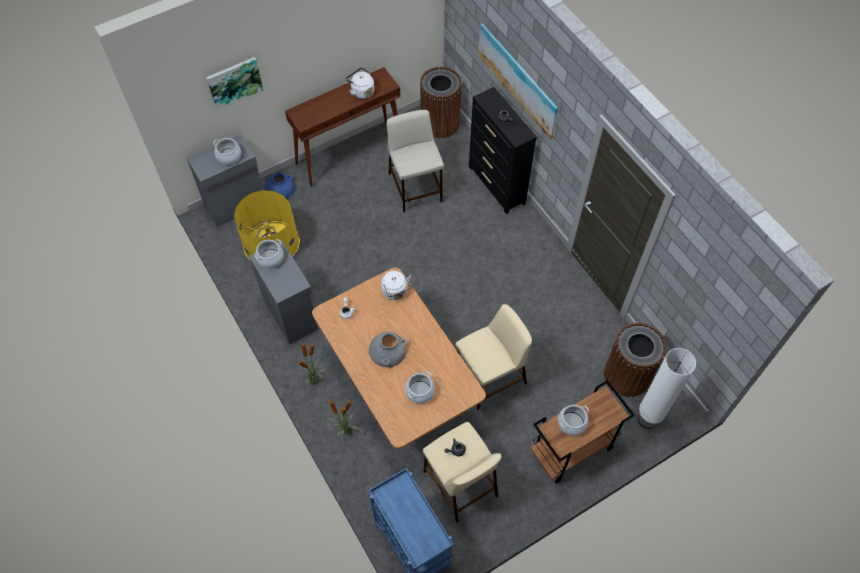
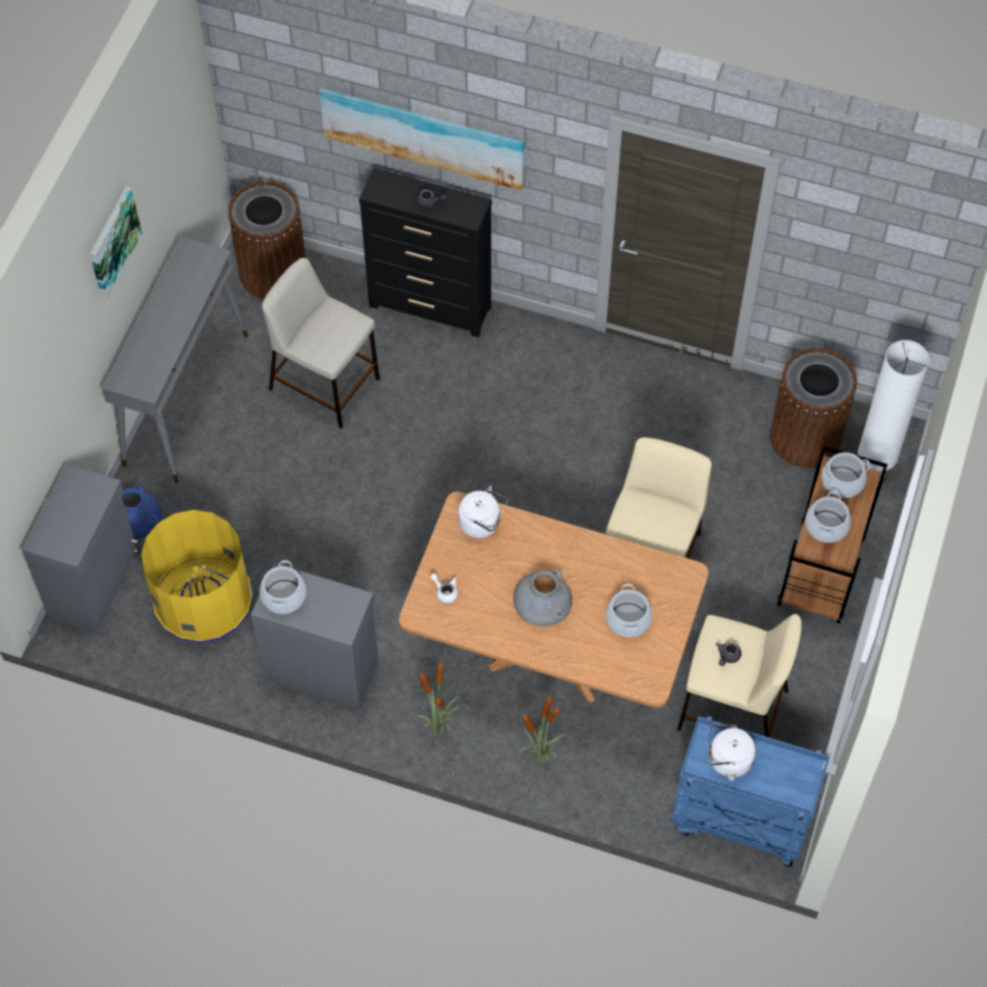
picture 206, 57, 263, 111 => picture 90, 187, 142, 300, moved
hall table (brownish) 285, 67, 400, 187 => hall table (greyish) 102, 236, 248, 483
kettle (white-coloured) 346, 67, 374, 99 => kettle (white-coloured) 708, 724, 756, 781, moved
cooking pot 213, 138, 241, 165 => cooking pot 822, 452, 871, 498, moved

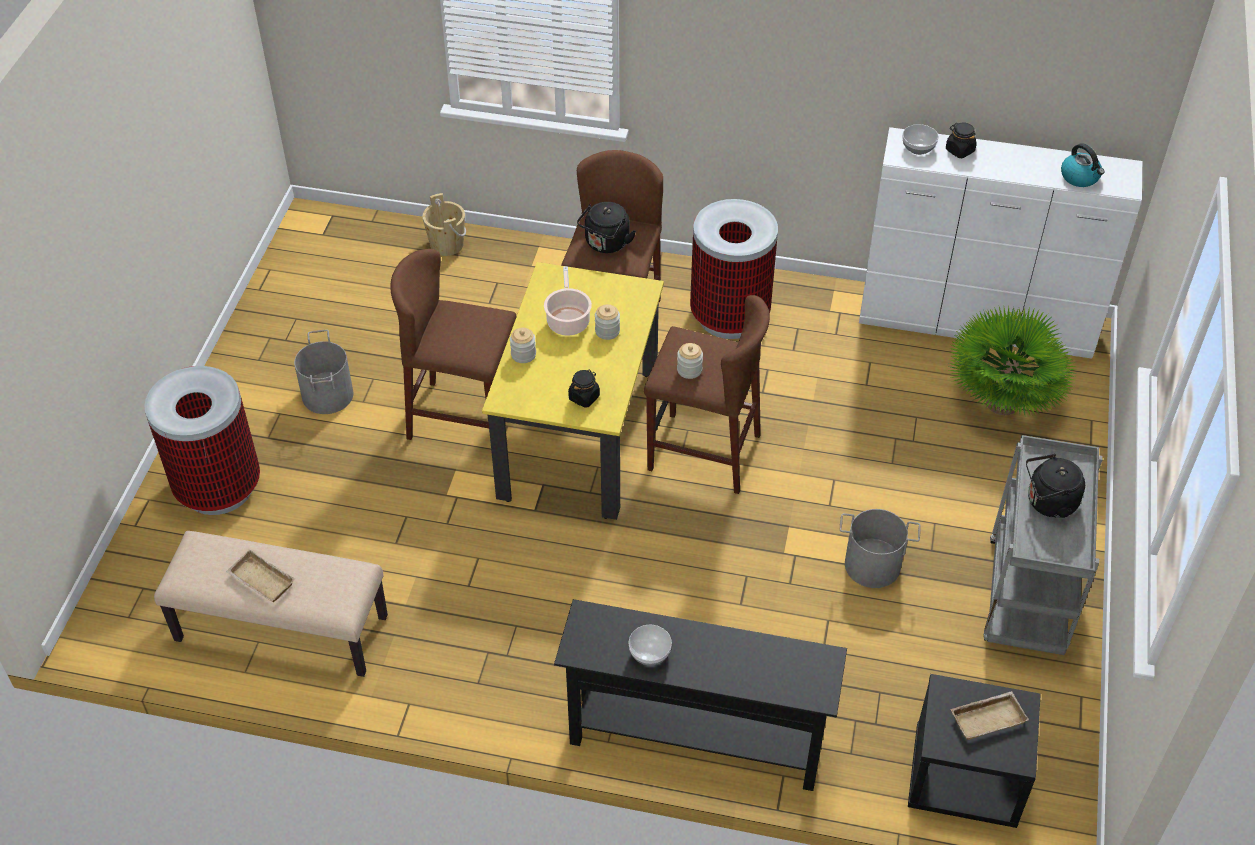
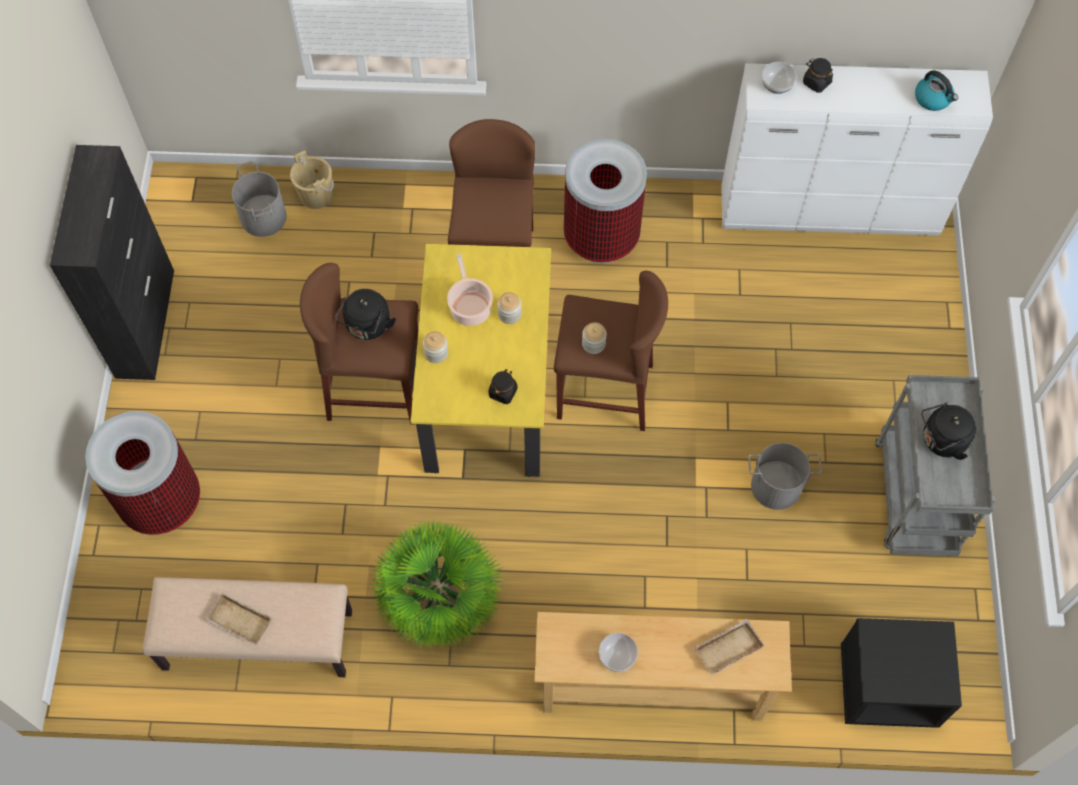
kettle (blackish) 577, 202, 636, 253 => kettle (blackish) 335, 289, 396, 340, moved
potted plant 949, 307, 1077, 415 => potted plant 371, 520, 504, 650, moved
bucket (greyish) 294, 330, 353, 414 => bucket (greyish) 232, 161, 287, 237, moved
hall table (blackish) 554, 599, 847, 791 => hall table (beige) 534, 612, 792, 721
tray (beige) 950, 691, 1029, 740 => tray (beige) 694, 619, 764, 675, moved
nothing => storage cabinet (blackish) 50, 145, 174, 380

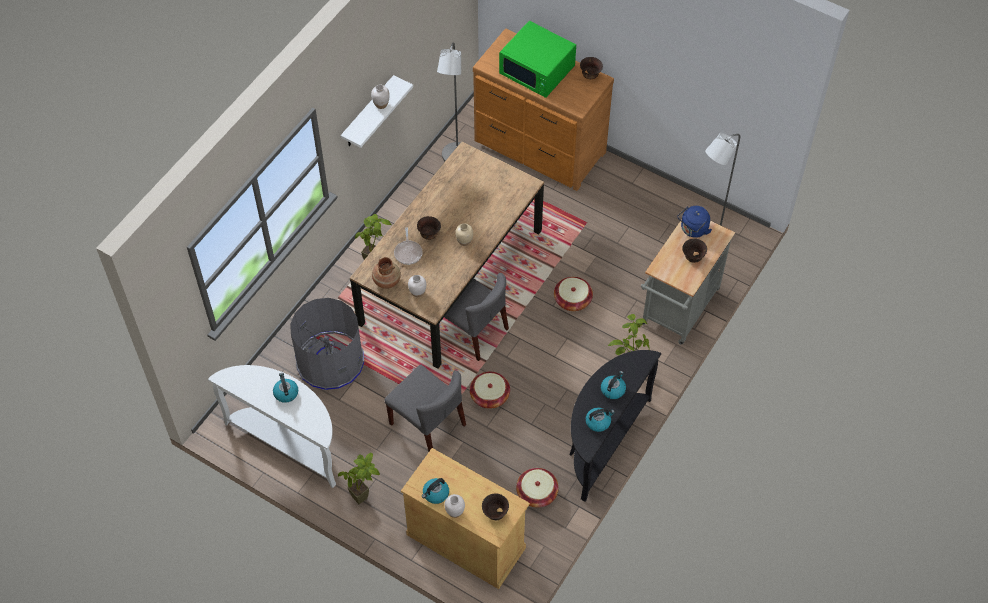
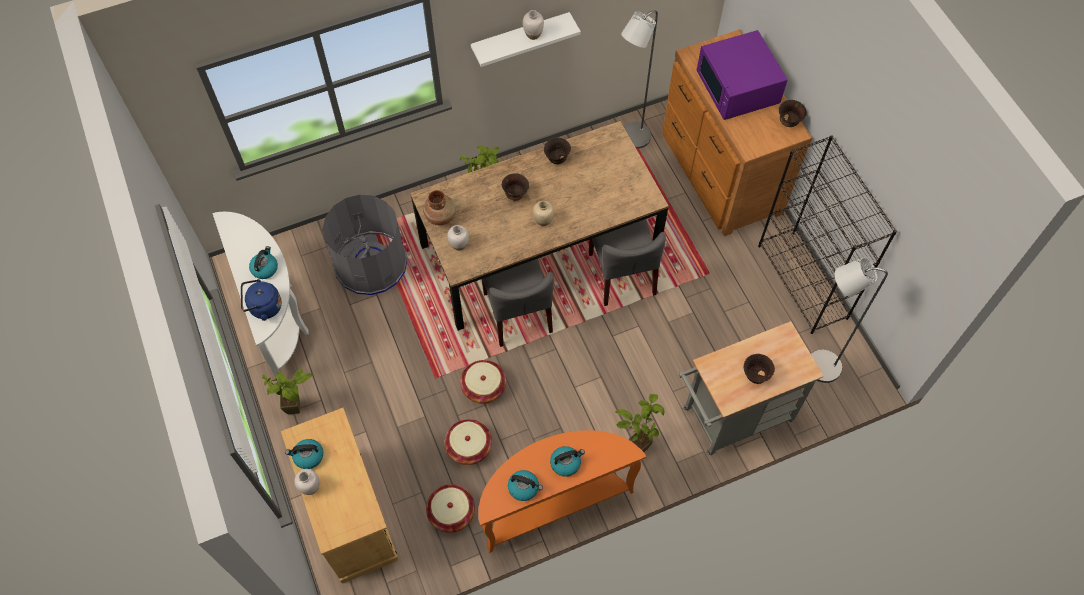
microwave (green-coloured) 499, 21, 576, 98 => microwave (purplish) 697, 30, 787, 120
kettle (blue-coloured) 677, 206, 712, 238 => kettle (blue-coloured) 241, 279, 282, 321, moved
skillet 394, 227, 422, 265 => nothing
basket 554, 277, 593, 311 => basket 445, 419, 492, 465, moved
hall table (blackish) 570, 350, 661, 502 => hall table (orange) 478, 430, 646, 553
upright chair (greyish) 385, 365, 466, 451 => upright chair (greyish) 589, 219, 666, 306, moved
deep dish (brownish) 482, 493, 509, 520 => deep dish (brownish) 544, 137, 571, 164, moved
nothing => bookshelf (blackish) 758, 135, 897, 334

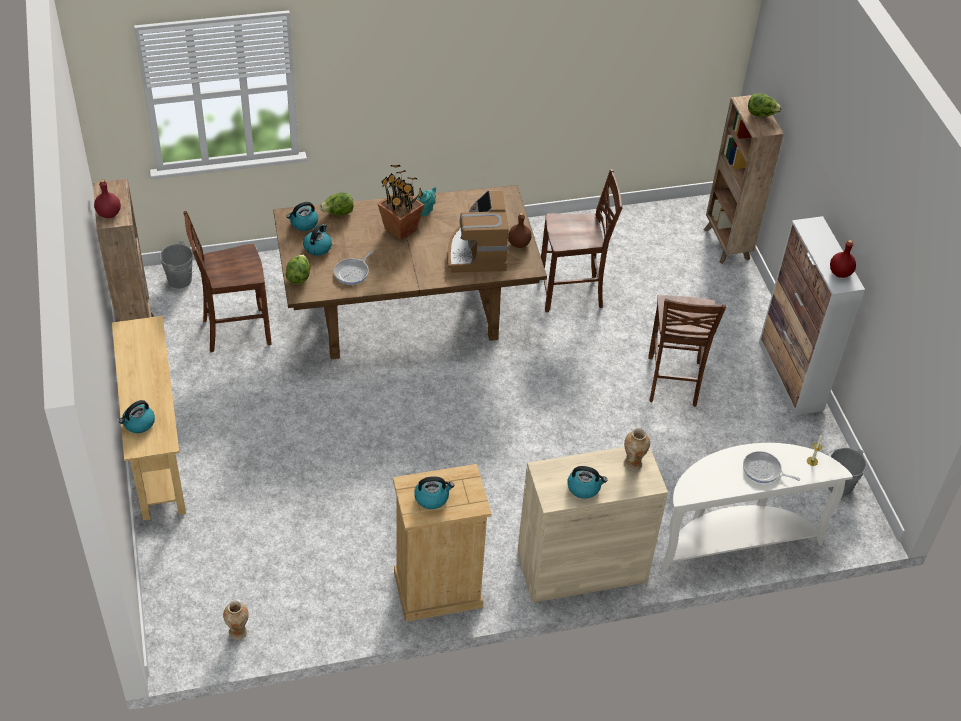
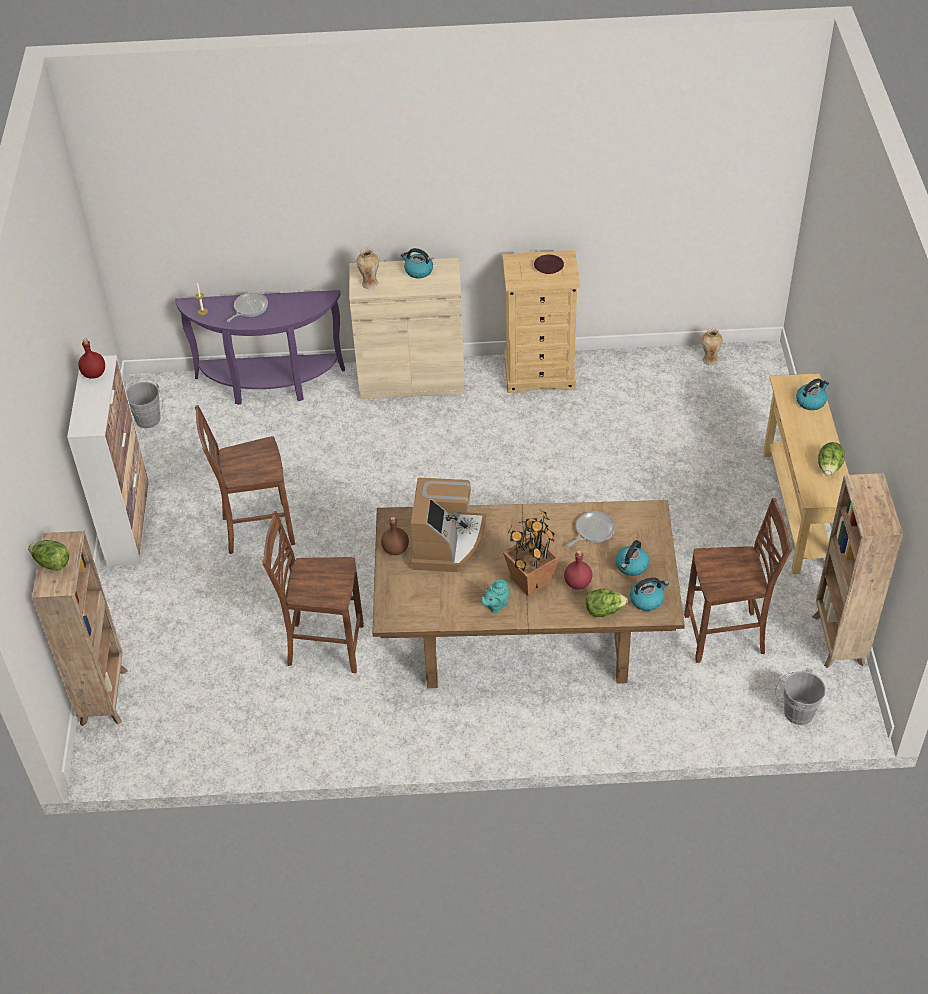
drink bottle (red-coloured) 94, 179, 121, 218 => drink bottle (red-coloured) 564, 550, 593, 590, moved
lettuce head 285, 254, 310, 284 => lettuce head 818, 442, 845, 476, moved
upright chair (brownish) 648, 295, 726, 407 => upright chair (brownish) 195, 405, 295, 554, 120 degrees counterclockwise
hall table (white-coloured) 660, 443, 853, 574 => hall table (purplish) 175, 290, 345, 405
skillet 743, 451, 800, 483 => skillet 227, 292, 268, 322, 90 degrees counterclockwise
kettle 414, 476, 454, 509 => plate (brownish) 534, 255, 564, 274

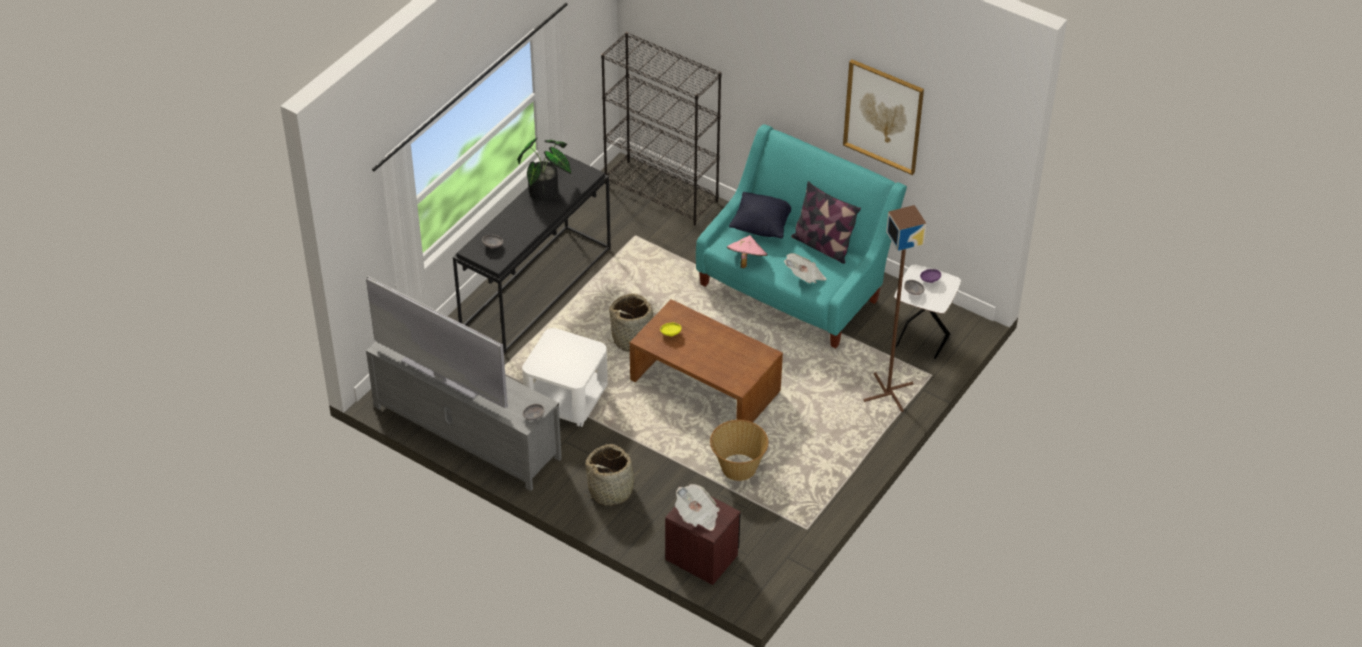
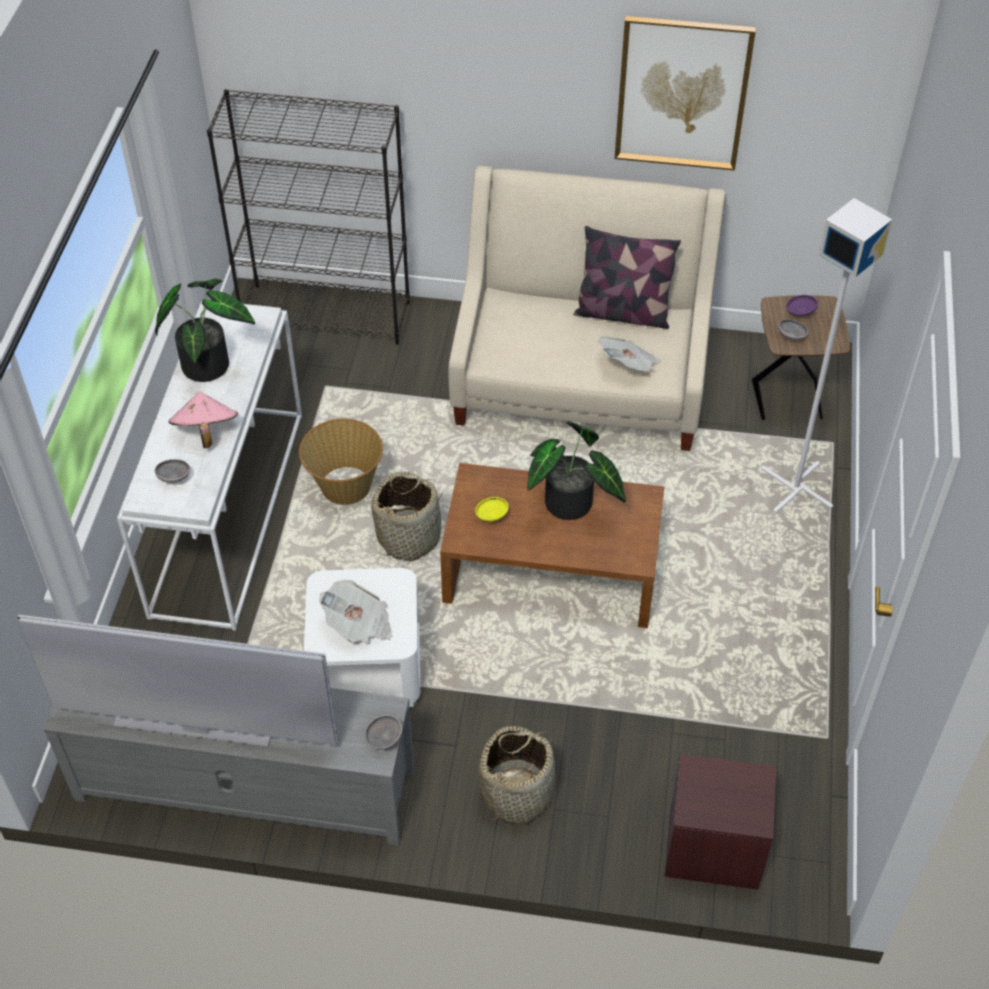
settee (blue-green) 696, 124, 907, 349 => settee (beige) 448, 166, 725, 451
hall table (blackish) 453, 154, 611, 353 => hall table (white-coloured) 117, 302, 302, 631
cushion (blackish) 729, 192, 791, 239 => nothing
floor lamp (brownish) 863, 205, 926, 412 => floor lamp (white-coloured) 761, 198, 892, 513
wearable hat (pinkish) 727, 235, 768, 268 => wearable hat (pinkish) 169, 392, 238, 448, moved
end table (white-coloured) 894, 264, 961, 359 => end table (brownish) 752, 295, 850, 420
basket 710, 420, 768, 481 => basket 299, 419, 383, 505, moved
printed paper 675, 484, 719, 531 => printed paper 319, 580, 393, 643, moved
nothing => potted plant 527, 421, 626, 520

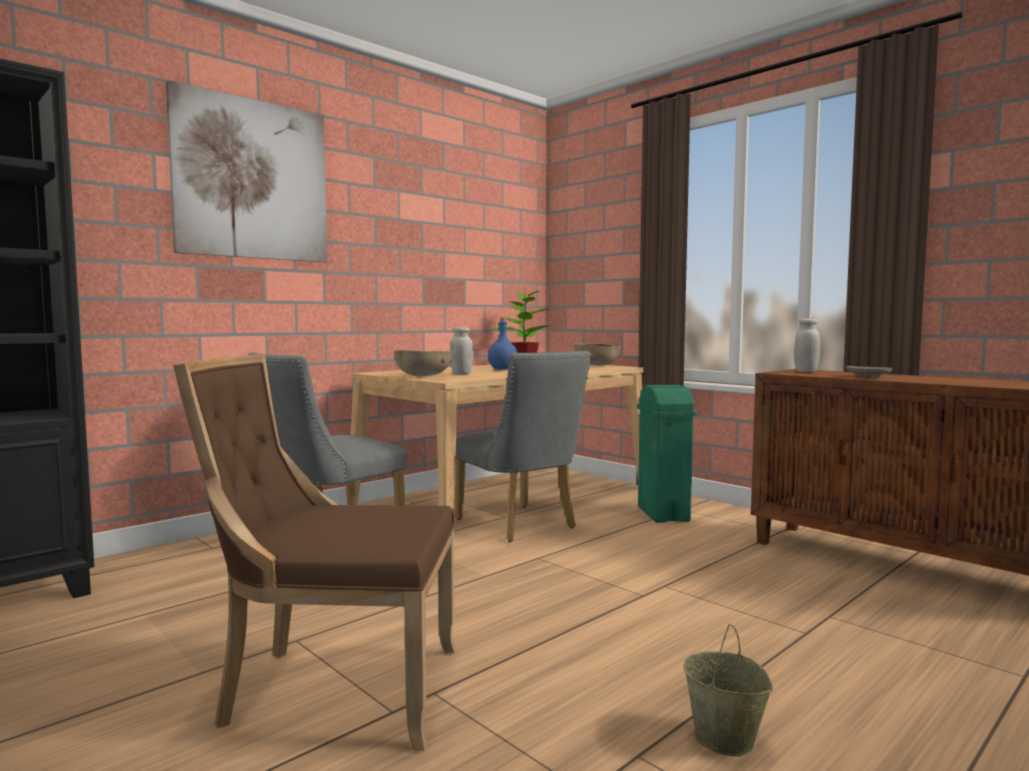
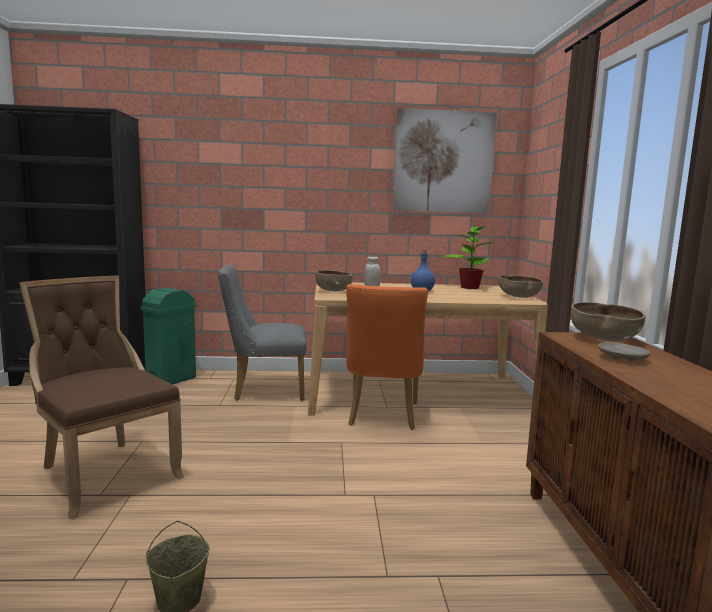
picture 166, 80, 327, 262 => picture 393, 108, 497, 214, moved
preserve jar (white-coloured) 794, 318, 820, 372 => deep dish (brownish) 571, 302, 645, 342
upright chair (greyish) 455, 351, 591, 542 => upright chair (orange) 346, 284, 428, 430
trash can (green-coloured) 637, 385, 696, 523 => trash can (green-coloured) 140, 288, 197, 384, moved

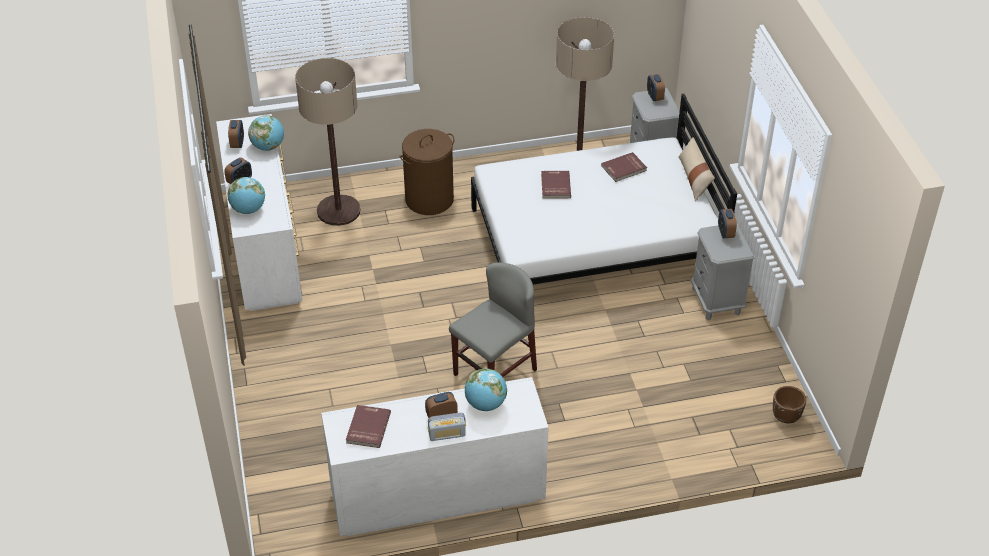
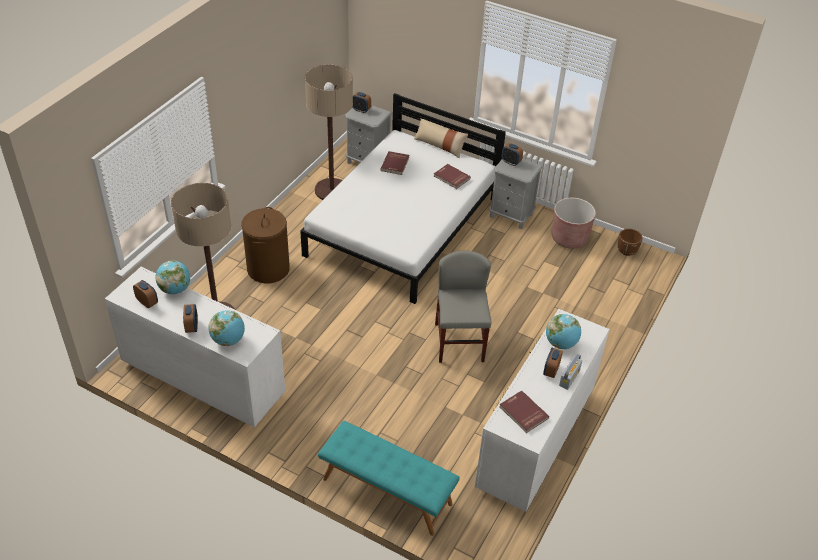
volume (red-coloured) 541, 171, 571, 199 => volume (red-coloured) 434, 164, 471, 189, moved
nothing => planter (brownish) 552, 198, 596, 248
nothing => long seat (blue-green) 318, 421, 460, 536

